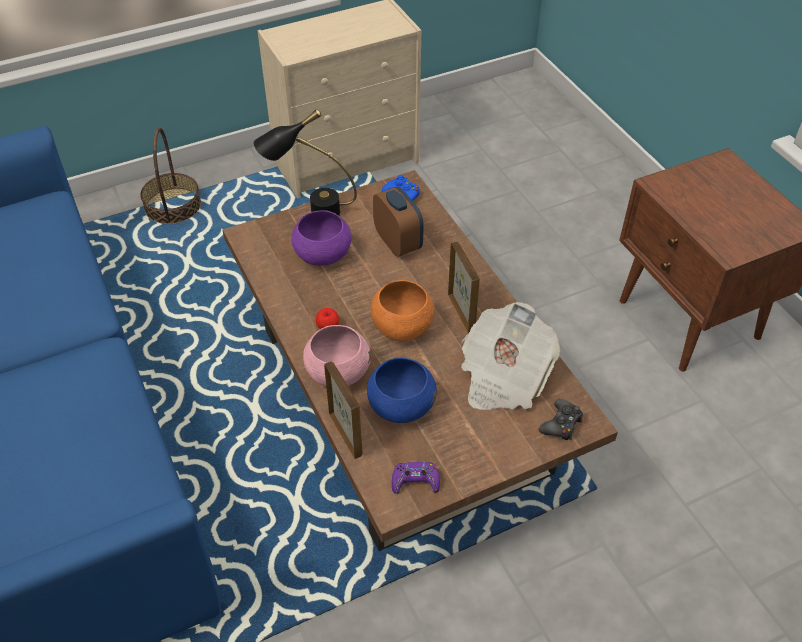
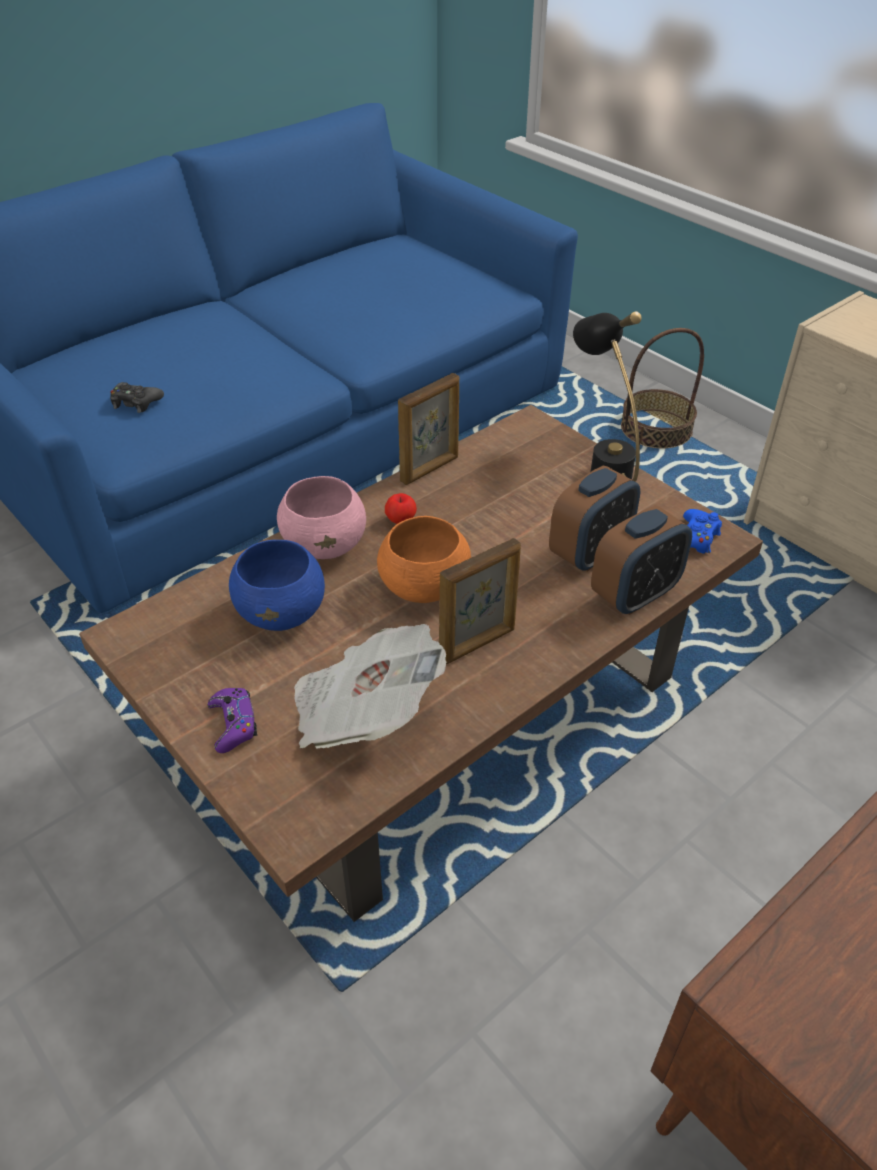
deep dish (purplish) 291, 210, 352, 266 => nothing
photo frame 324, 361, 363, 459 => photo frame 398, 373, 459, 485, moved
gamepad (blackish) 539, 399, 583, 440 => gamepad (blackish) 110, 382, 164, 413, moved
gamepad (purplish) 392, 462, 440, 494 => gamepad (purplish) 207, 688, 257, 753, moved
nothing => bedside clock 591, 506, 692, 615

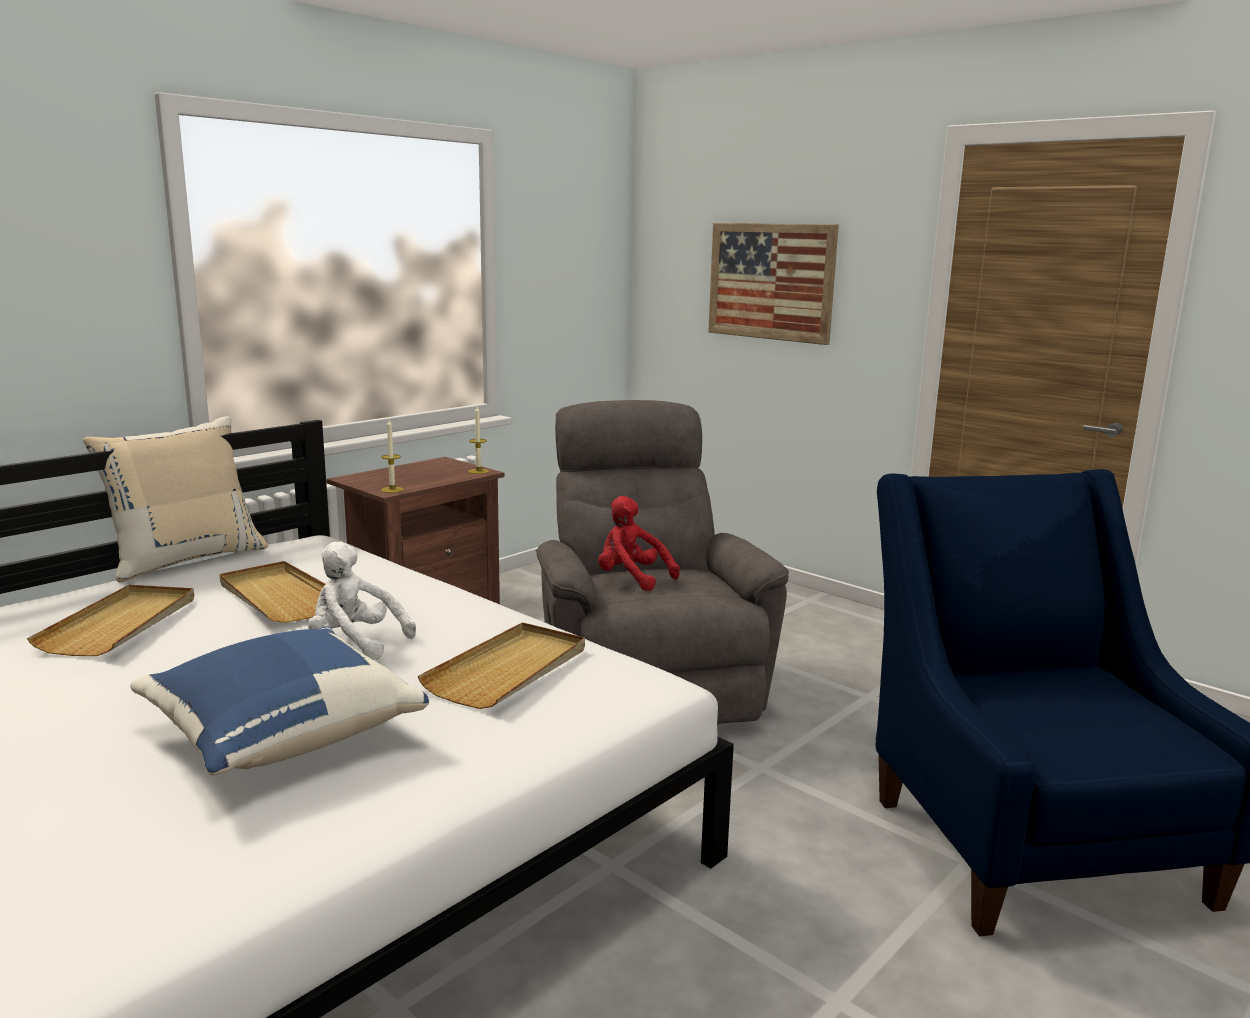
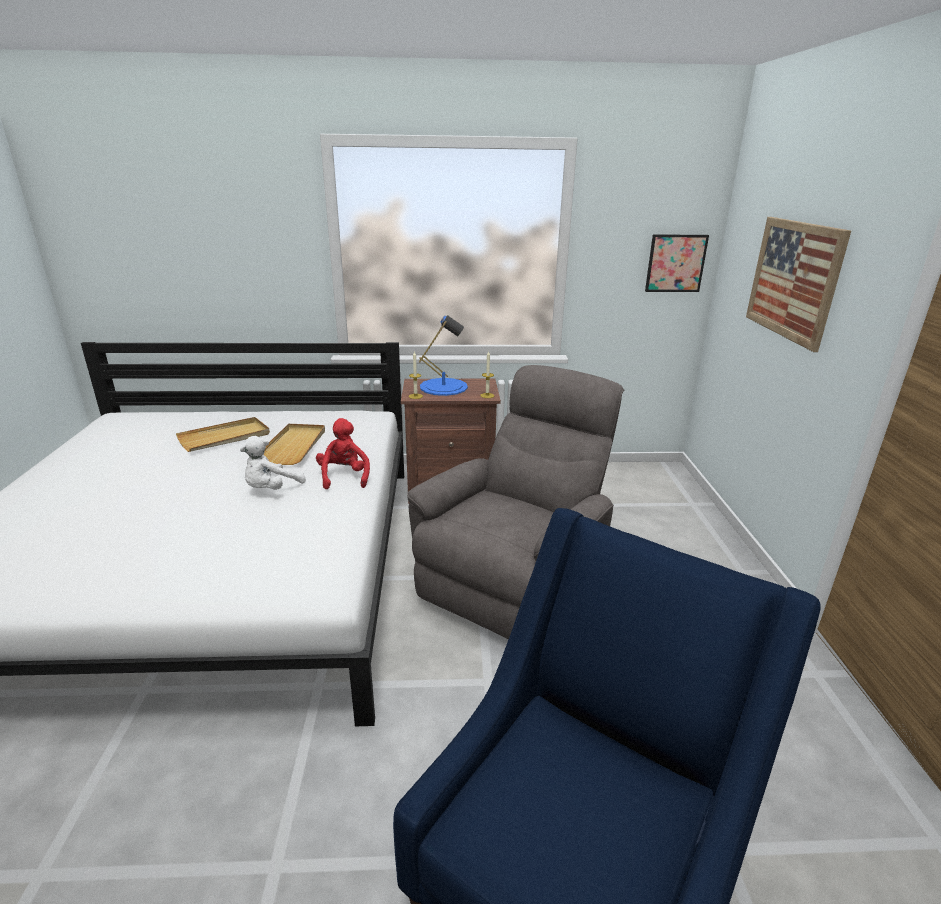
cushion (beige) 83, 416, 268, 582 => nothing
soft toy (red-coloured) 598, 496, 680, 591 => soft toy (red-coloured) 316, 418, 370, 489, moved
soft toy (white-coloured) 308, 542, 416, 660 => soft toy (white-coloured) 240, 436, 306, 490, 120 degrees counterclockwise
tray (beige) 418, 622, 585, 709 => nothing
cushion (blue-coloured) 130, 626, 429, 775 => nothing
nothing => picture 645, 234, 709, 292
nothing => table lamp (blue-coloured) 419, 315, 468, 396

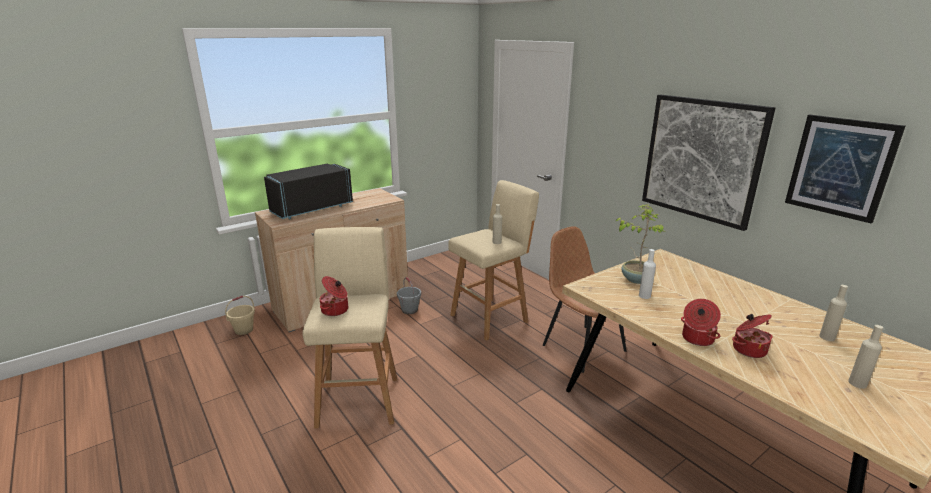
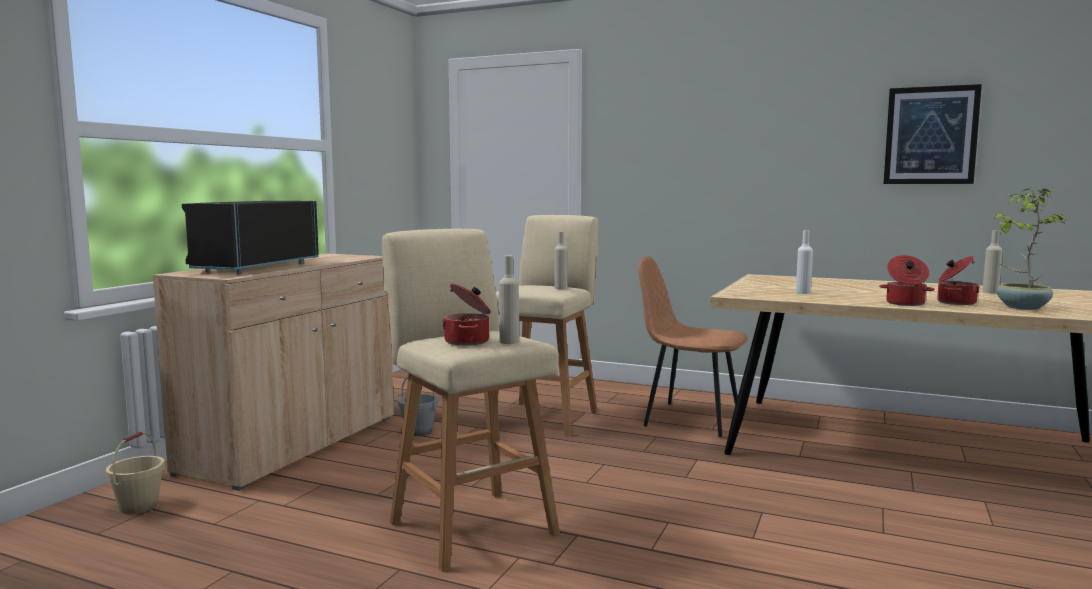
picture 642, 94, 775, 231 => nothing
potted plant 616, 204, 666, 284 => potted plant 995, 189, 1068, 310, moved
drink bottle (beige) 848, 325, 883, 389 => drink bottle (beige) 499, 255, 519, 344, moved

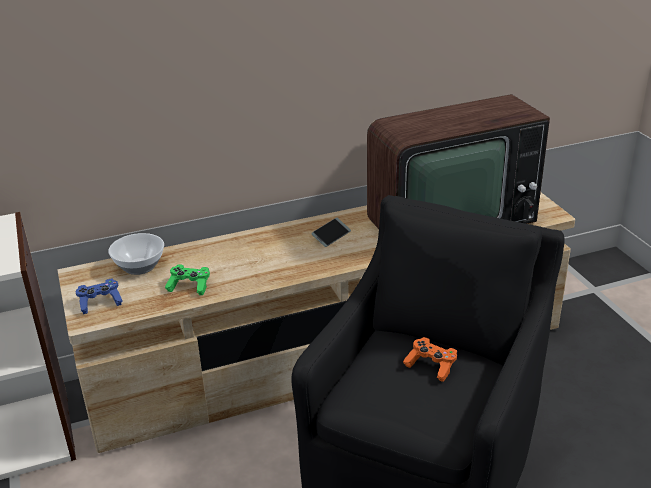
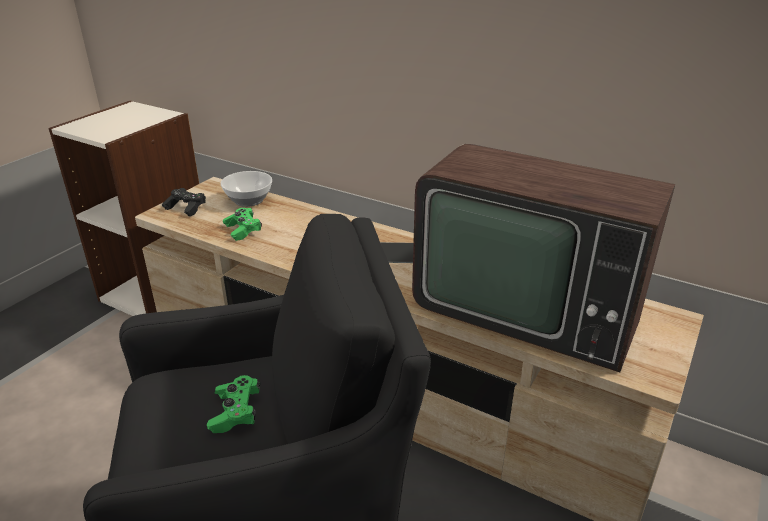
gamepad (blue-coloured) 76, 279, 122, 314 => gamepad (blackish) 162, 188, 206, 217
gamepad (orange) 403, 337, 457, 382 => gamepad (green-coloured) 207, 375, 260, 433

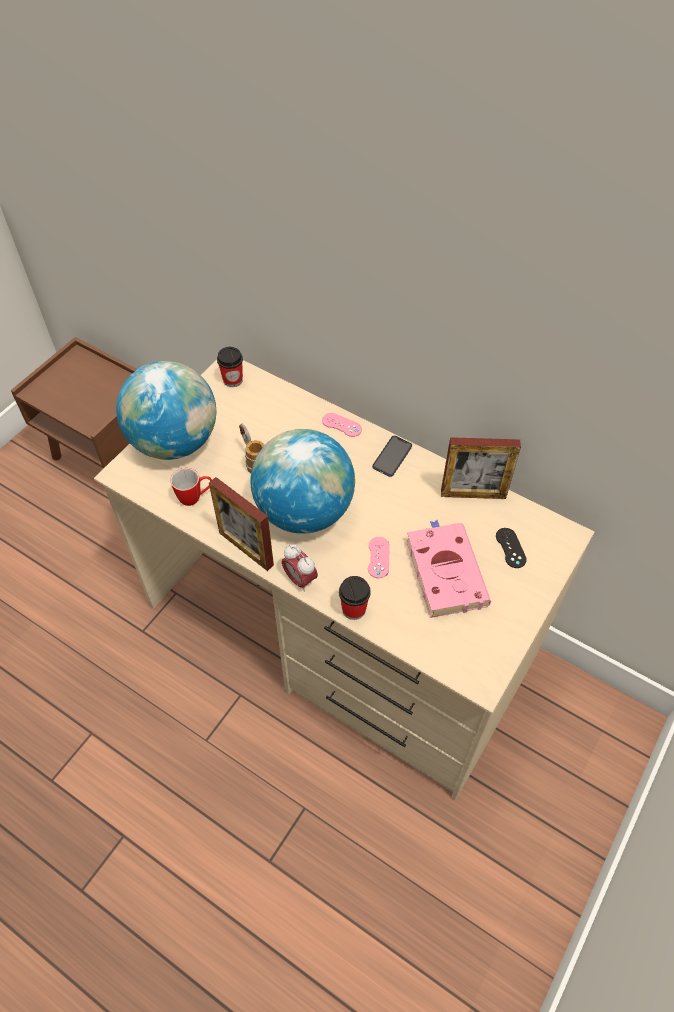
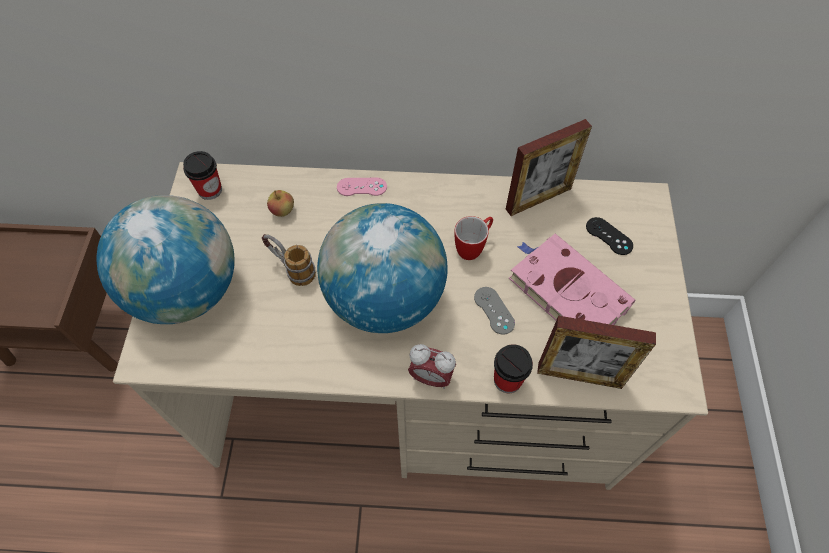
telephone 372, 436, 412, 477 => nothing
mug 170, 468, 212, 506 => mug 454, 216, 493, 260, moved
photo frame 209, 477, 274, 571 => photo frame 537, 316, 656, 389, moved
gamepad (pinkish) 368, 537, 390, 578 => gamepad (greyish) 474, 287, 515, 335
nothing => apple 267, 190, 294, 217

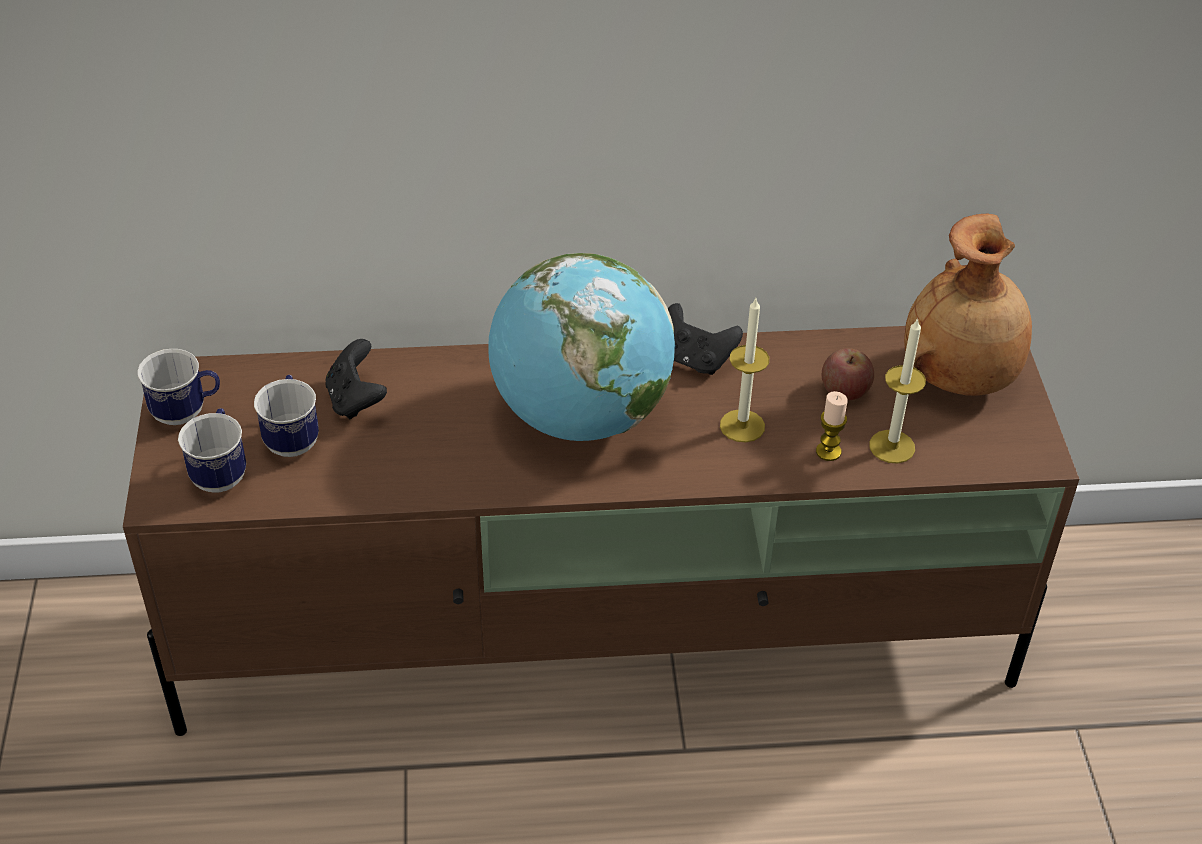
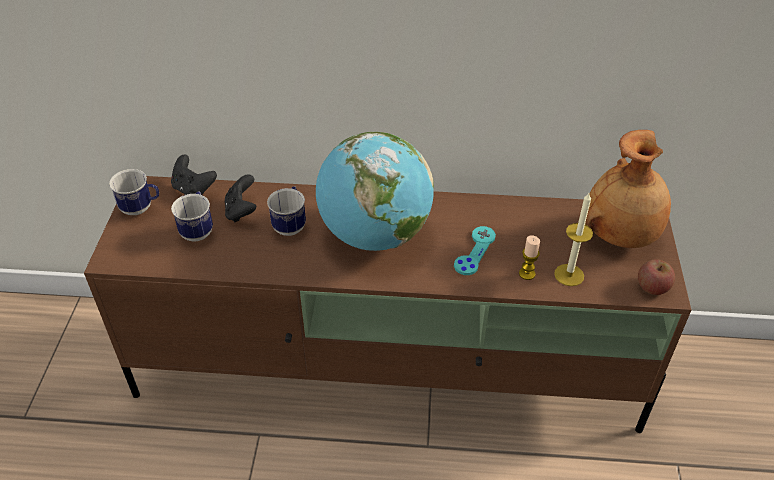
candle 720, 298, 769, 442 => gamepad (blue-green) 454, 226, 496, 275
gamepad (blackish) 668, 303, 743, 375 => gamepad (blackish) 171, 155, 217, 195, moved
apple 822, 348, 874, 400 => apple 638, 259, 675, 295, moved
mug 178, 408, 246, 493 => mug 267, 186, 306, 236, moved

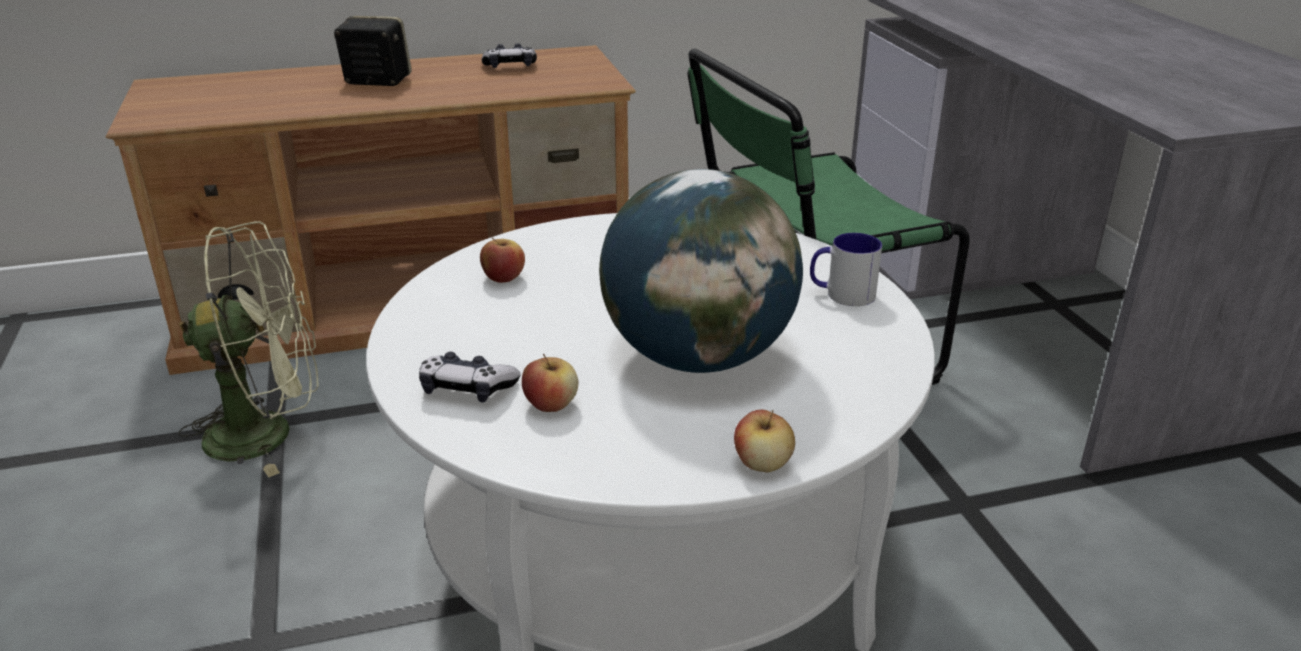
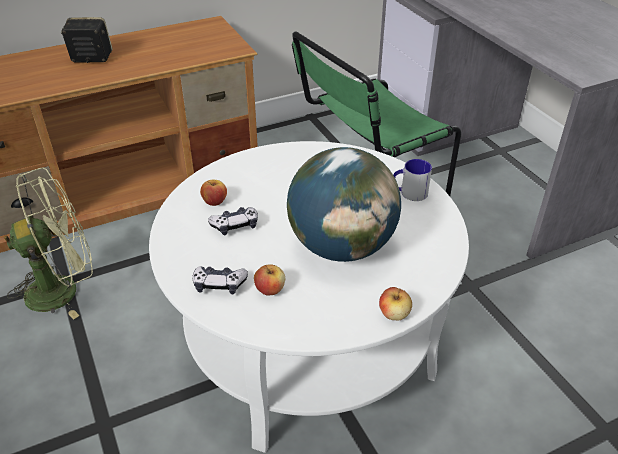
gamepad 482, 43, 537, 68 => gamepad 208, 207, 258, 235, moved

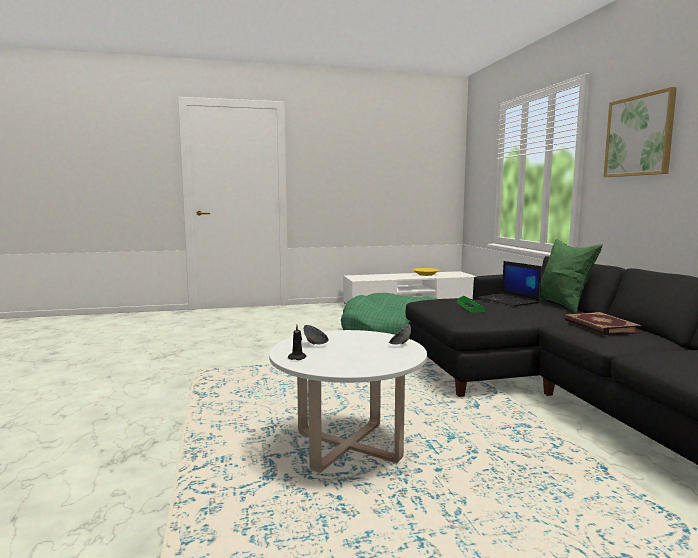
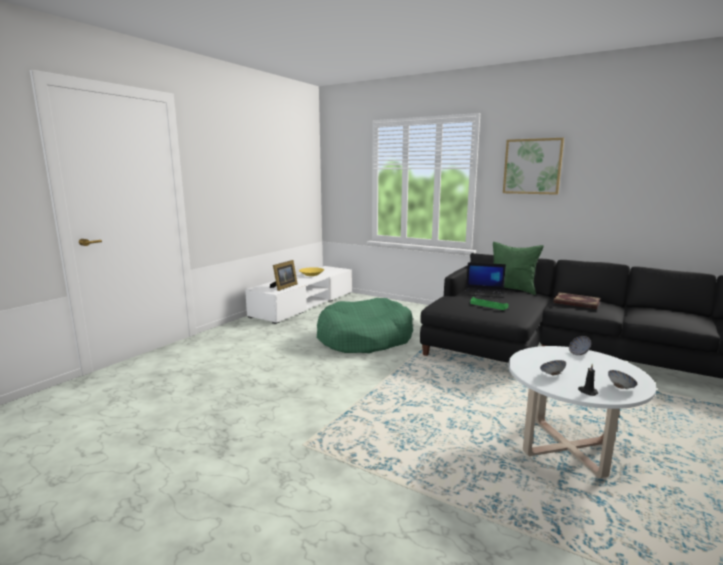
nothing => photo frame 270, 260, 298, 291
nothing => deep dish 608, 370, 637, 390

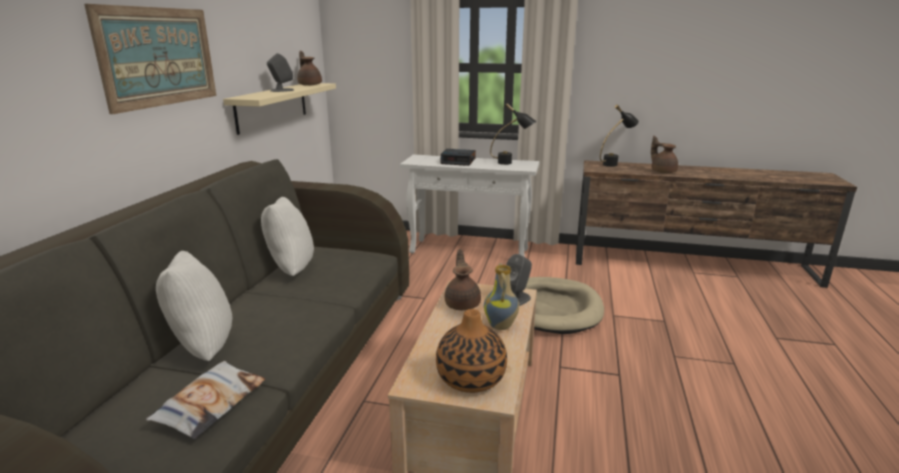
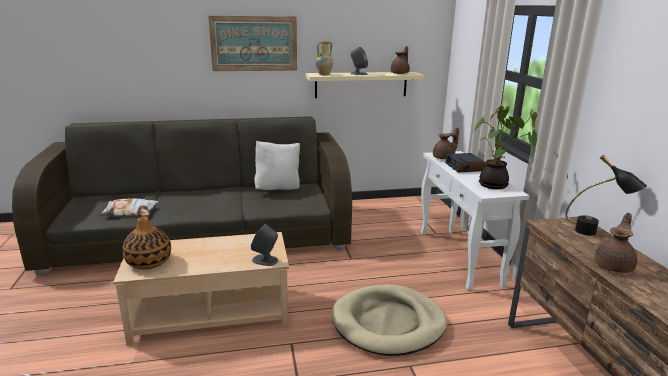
table lamp (blackish) 490, 103, 537, 165 => potted plant 473, 106, 537, 189
tea pot (brownish) 445, 249, 481, 310 => tea pot (brownish) 433, 128, 459, 159, moved
cushion (white-coloured) 156, 251, 232, 361 => nothing
flower vase 484, 263, 519, 330 => flower vase 316, 41, 333, 75, moved

